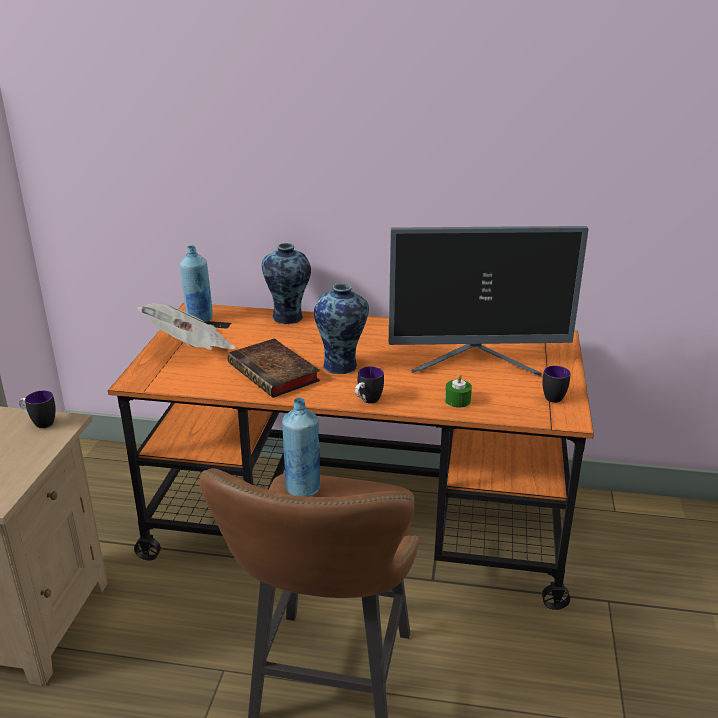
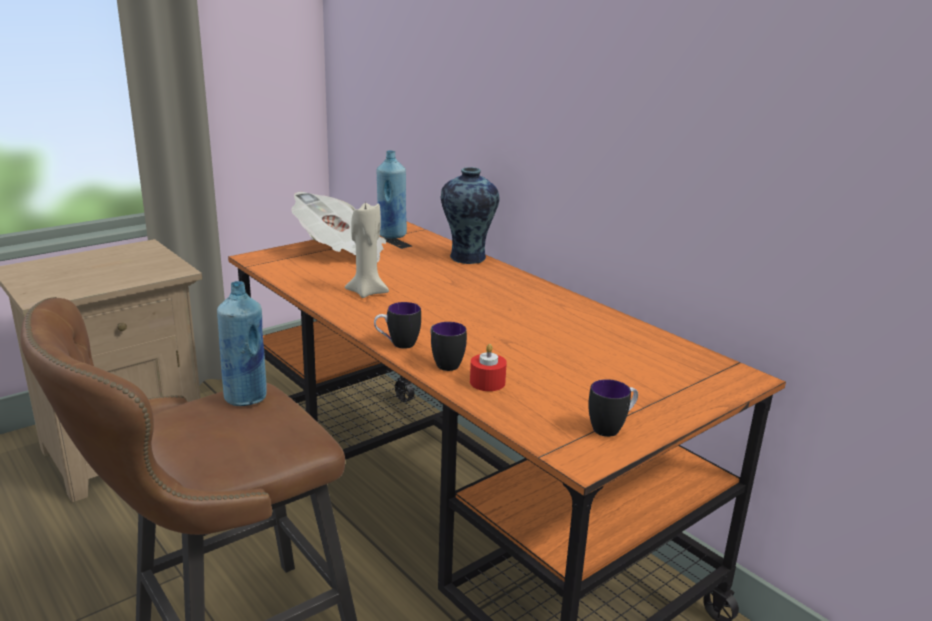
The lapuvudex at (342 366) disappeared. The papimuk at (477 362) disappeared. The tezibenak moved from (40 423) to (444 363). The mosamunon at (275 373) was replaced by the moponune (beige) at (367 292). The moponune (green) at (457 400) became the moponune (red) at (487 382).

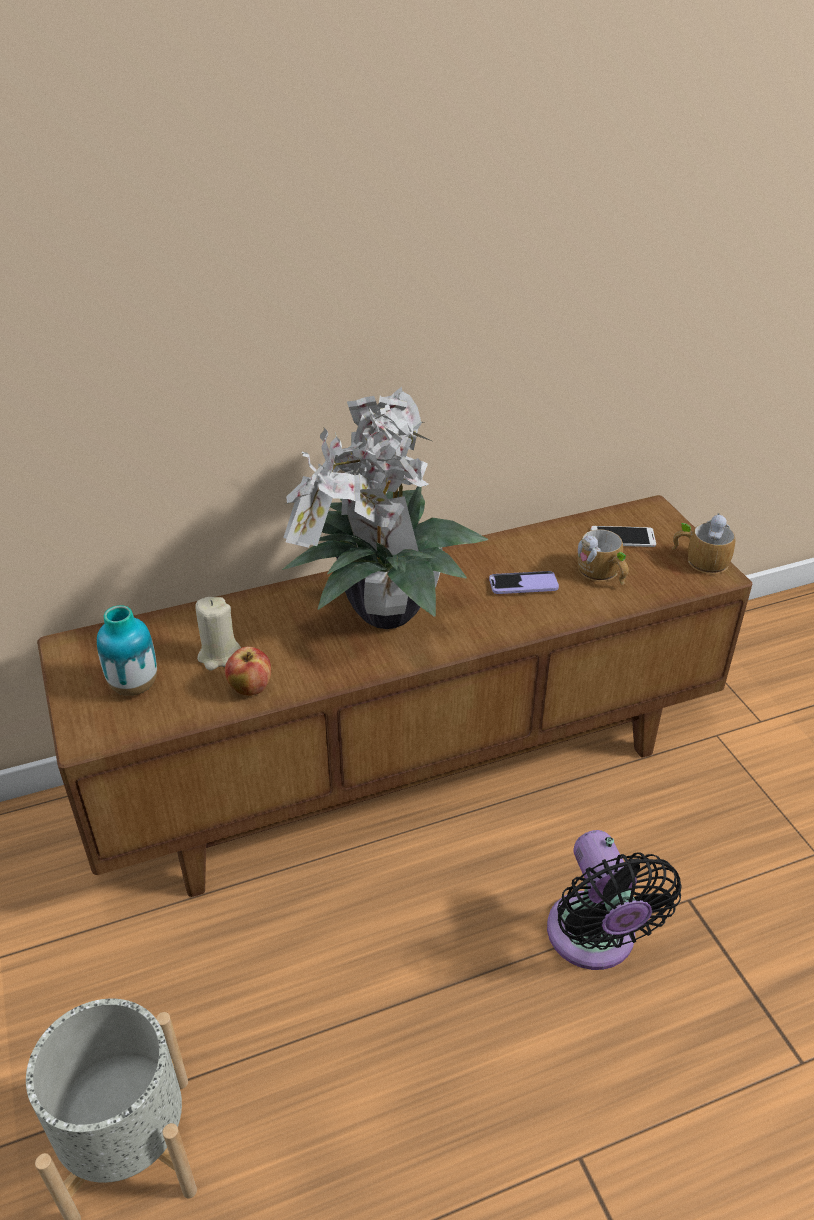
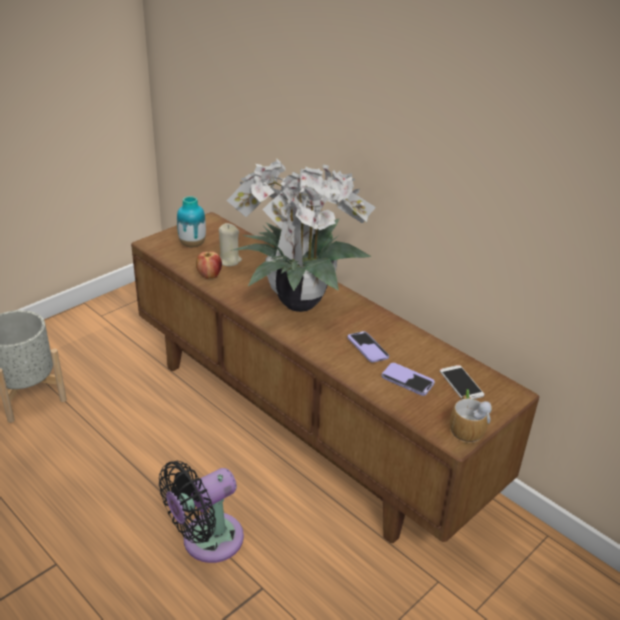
The tezibenak at (602 574) was replaced by the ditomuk at (407 380).

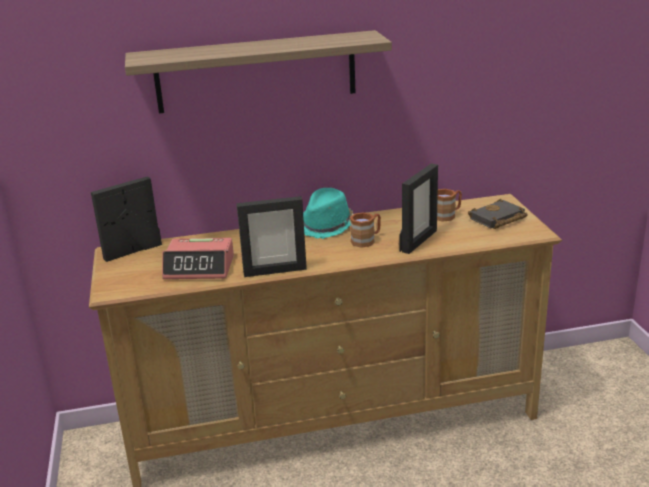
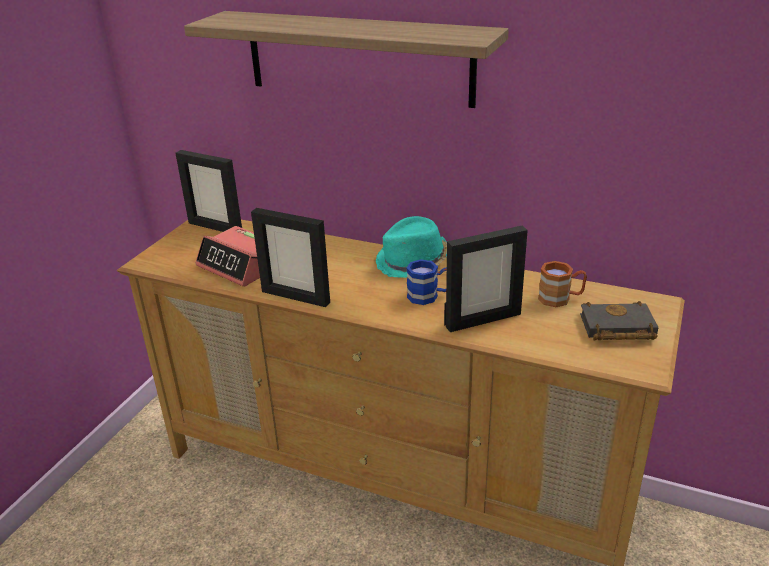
The tezibenak (brown) at (366 240) became the tezibenak (blue) at (429 296). The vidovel at (133 251) turned 150 degrees counterclockwise.

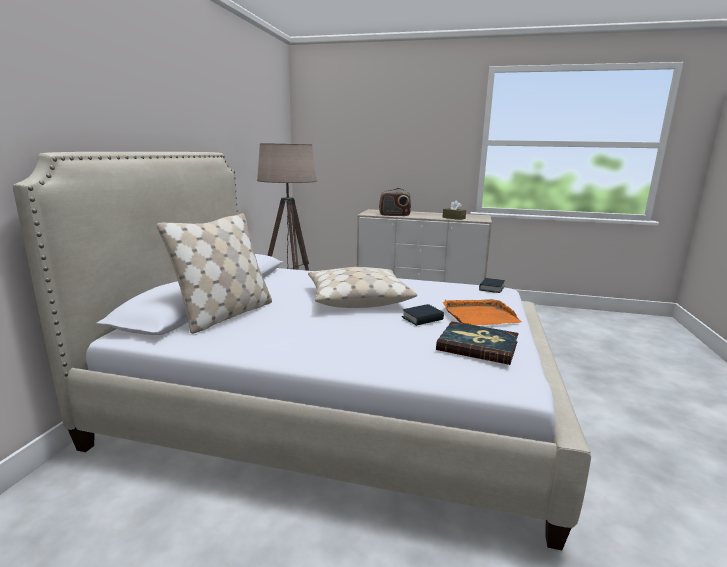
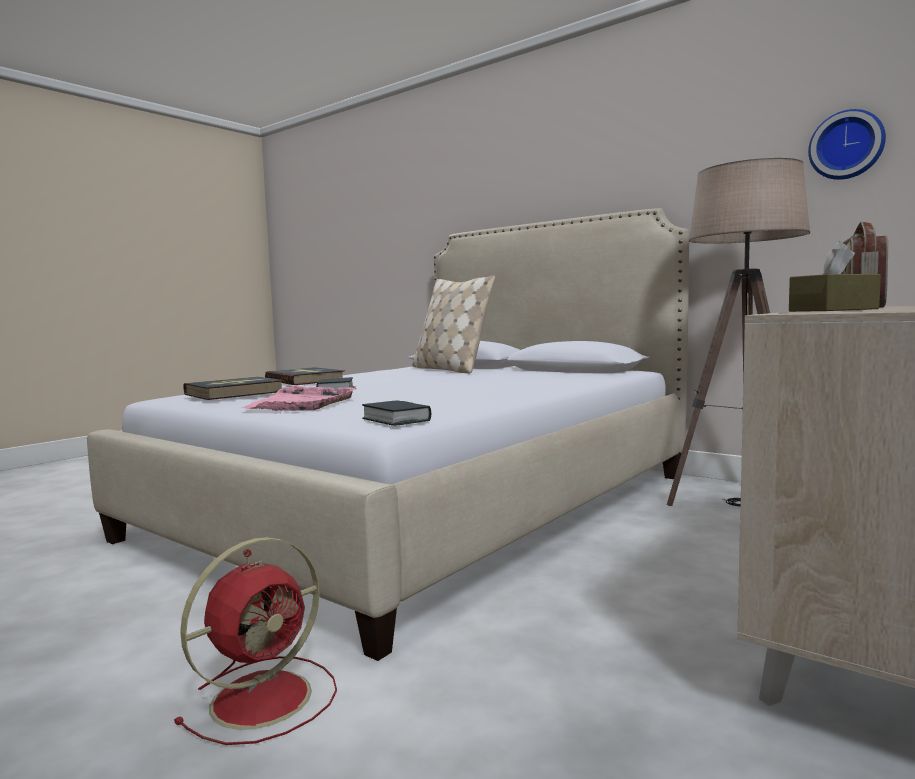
The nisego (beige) at (357 298) disappeared. The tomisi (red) at (265 697) appeared. The mosamunon at (305 380) appeared. The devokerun at (846 146) appeared. The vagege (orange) at (479 315) became the vagege (pink) at (301 403).

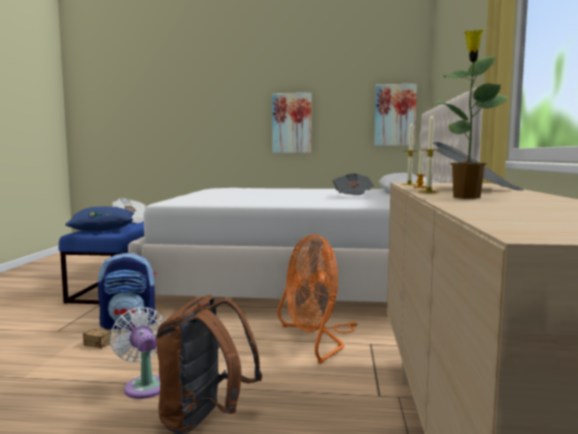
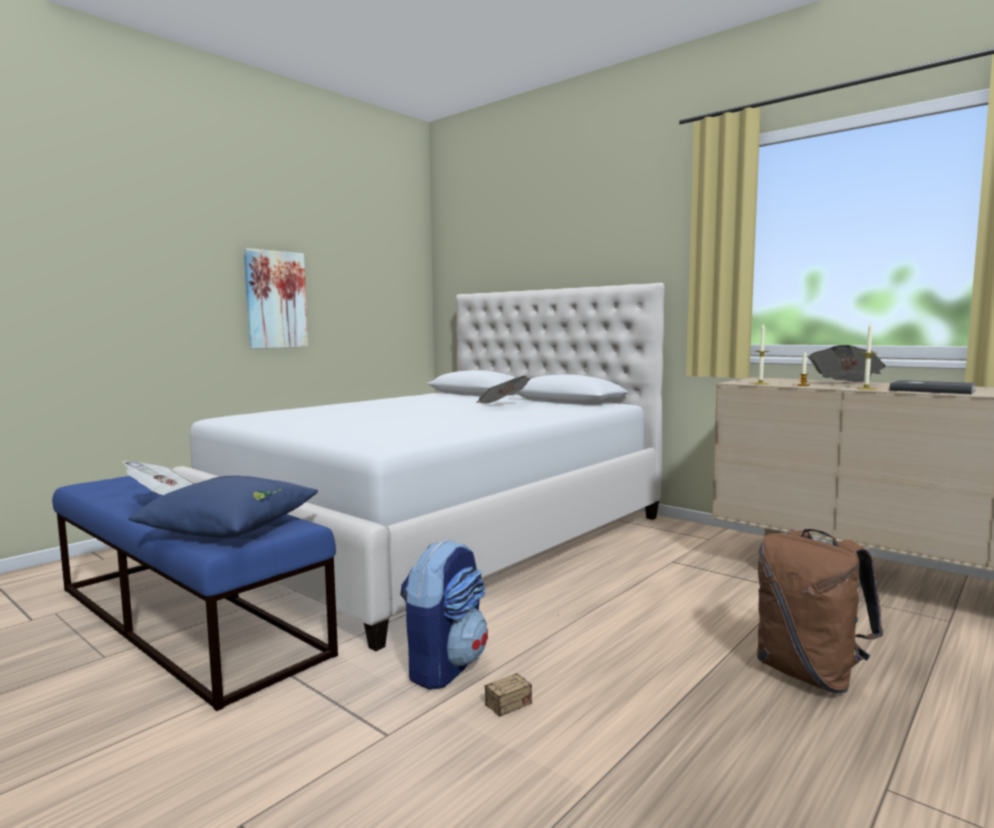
The tomisi (white) at (144 385) disappeared. The tomisi (orange) at (317 339) disappeared. The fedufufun at (395 115) disappeared. The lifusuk at (466 197) was replaced by the mosamunon (grey) at (931 390).

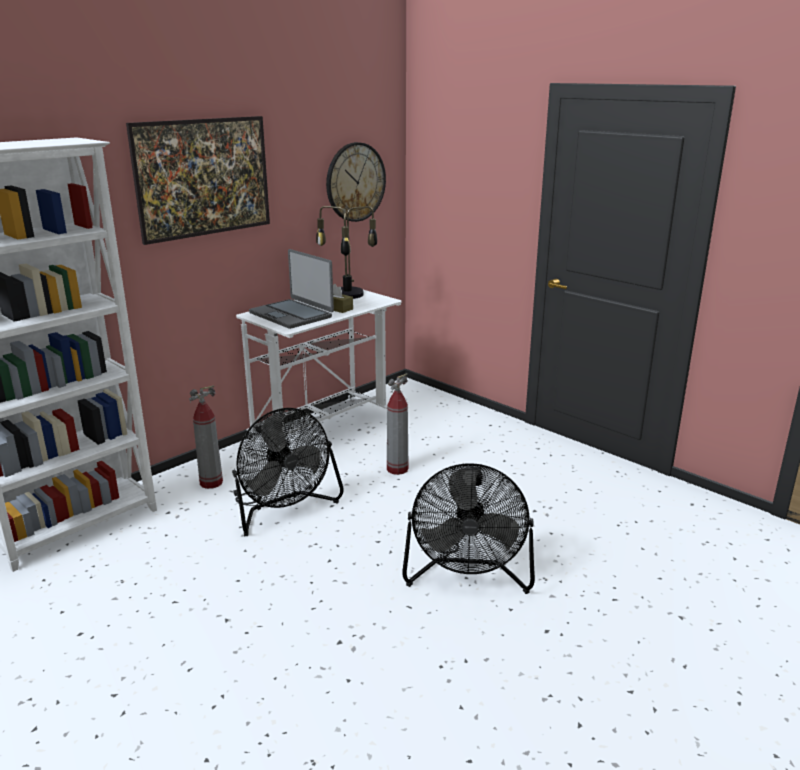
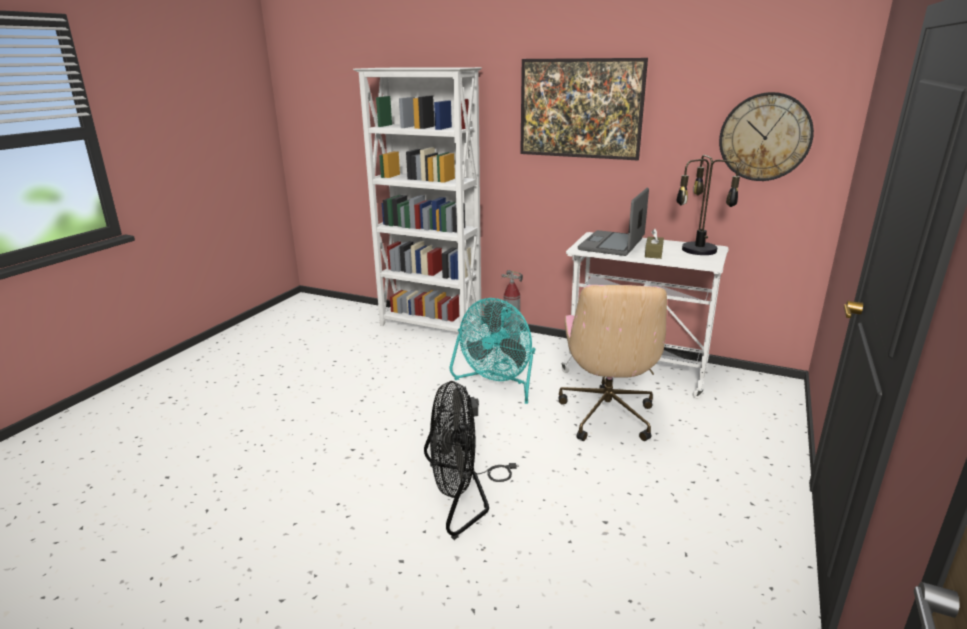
The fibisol at (397 469) was replaced by the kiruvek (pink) at (606 419). The tomisi (black) at (279 510) became the tomisi (turquoise) at (497 382).

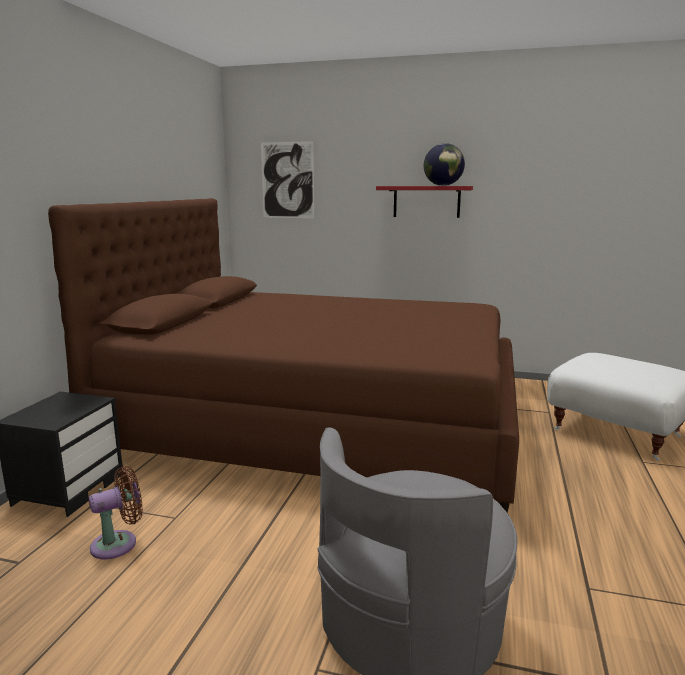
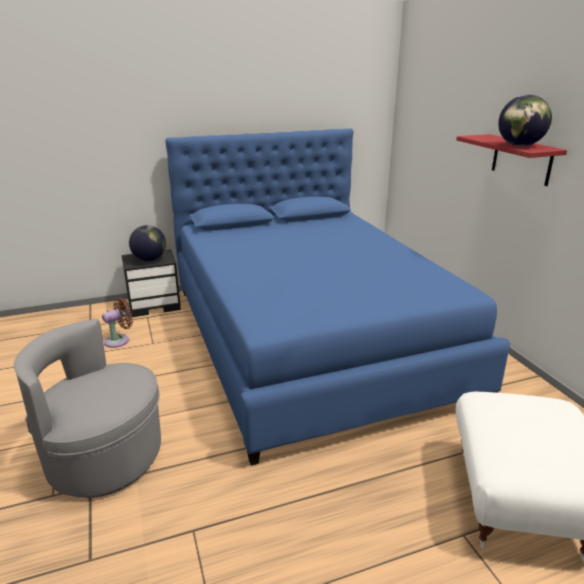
The fedufufun at (287 180) disappeared. The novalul at (149 259) appeared. The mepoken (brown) at (319 425) became the mepoken (blue) at (310 338). The tomisi (brown) at (119 543) turned 60 degrees counterclockwise.

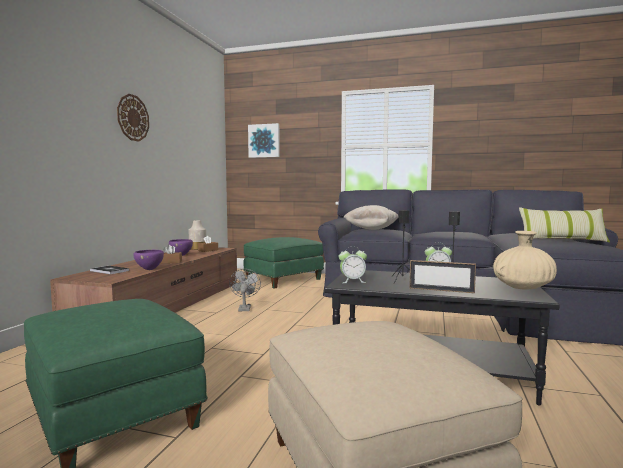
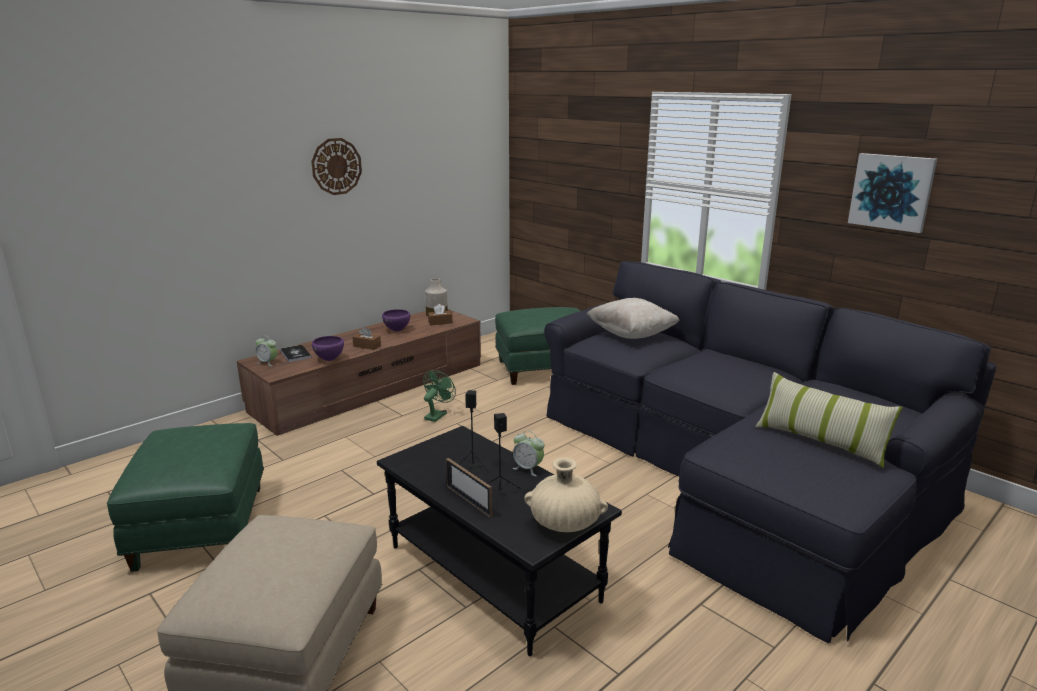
The fedufufun moved from (264 141) to (891 192). The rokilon moved from (352 281) to (268 362). The tomisi (grey) at (244 308) became the tomisi (green) at (437 415).

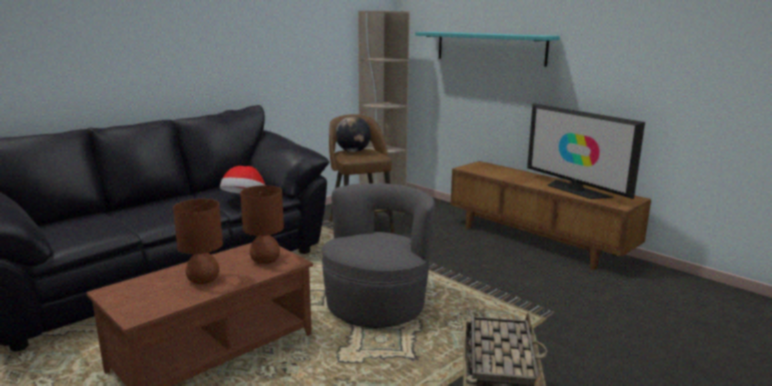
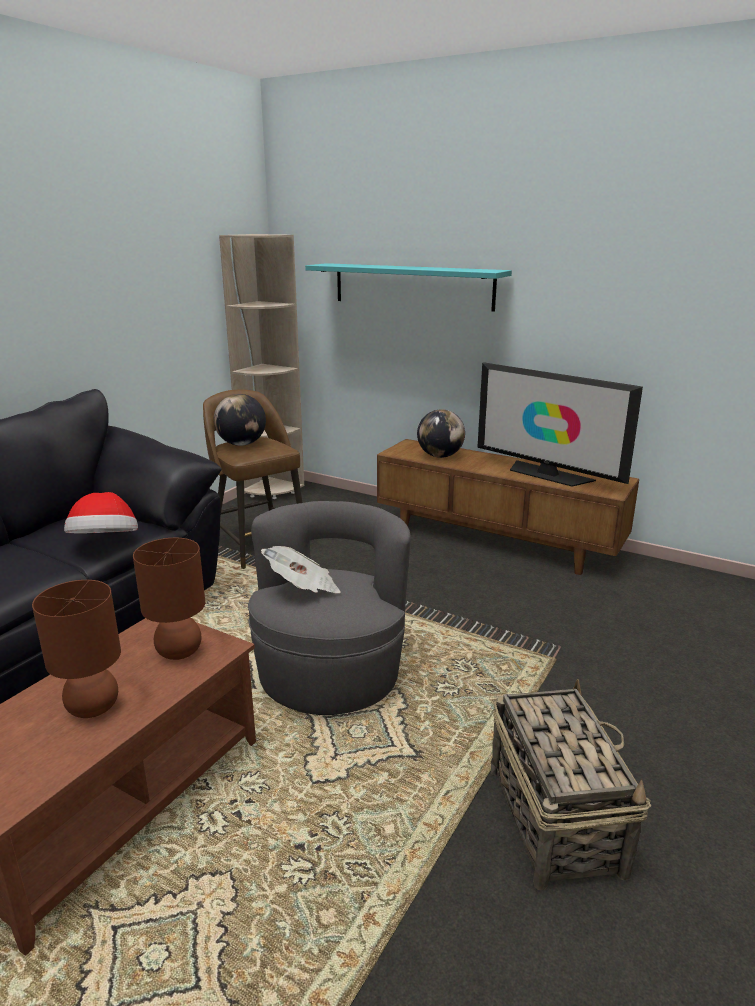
The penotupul at (303 588) appeared. The novalul at (440 456) appeared.

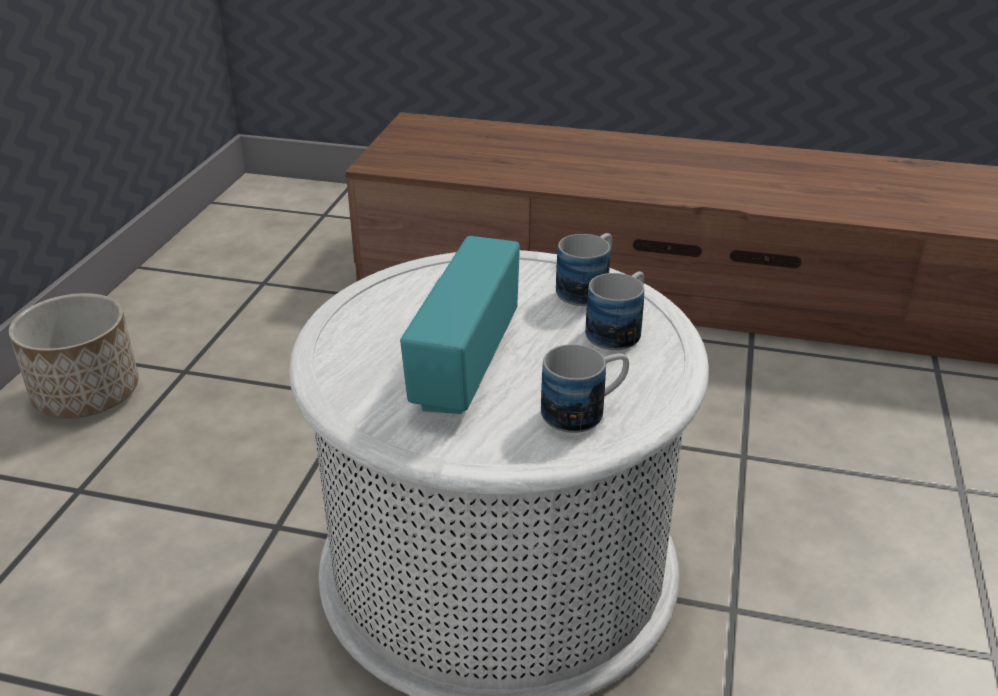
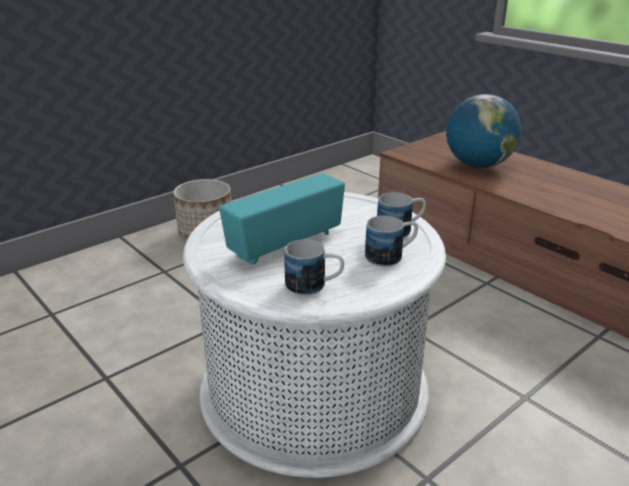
The novalul at (478 165) appeared.

